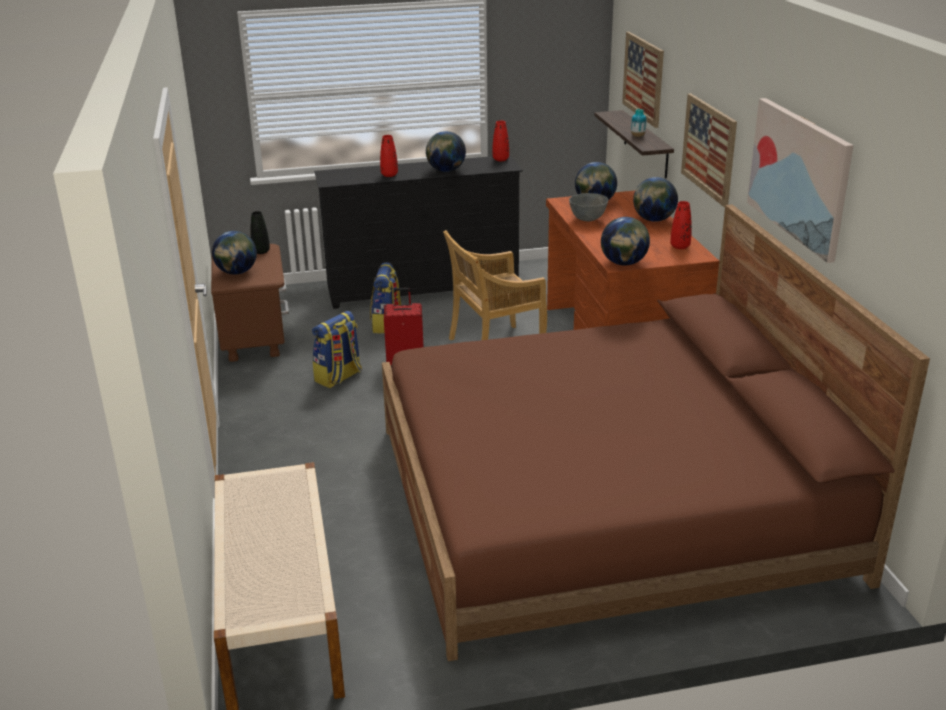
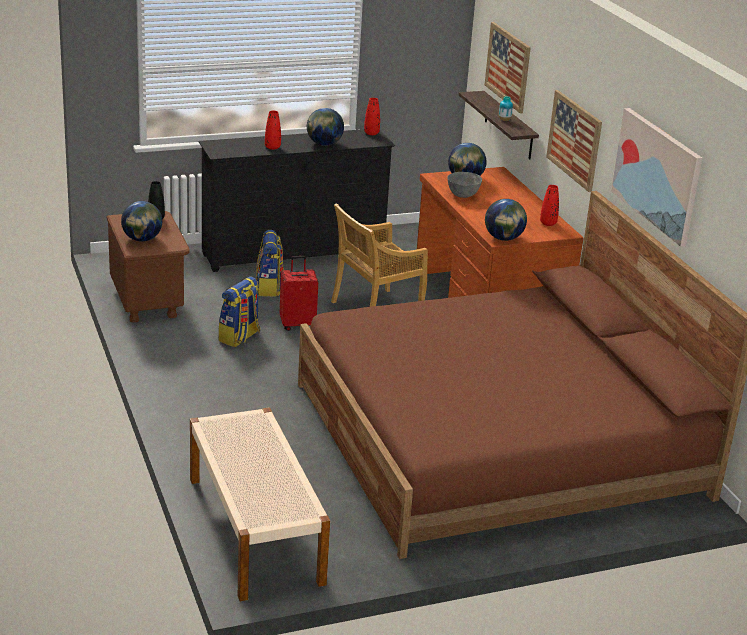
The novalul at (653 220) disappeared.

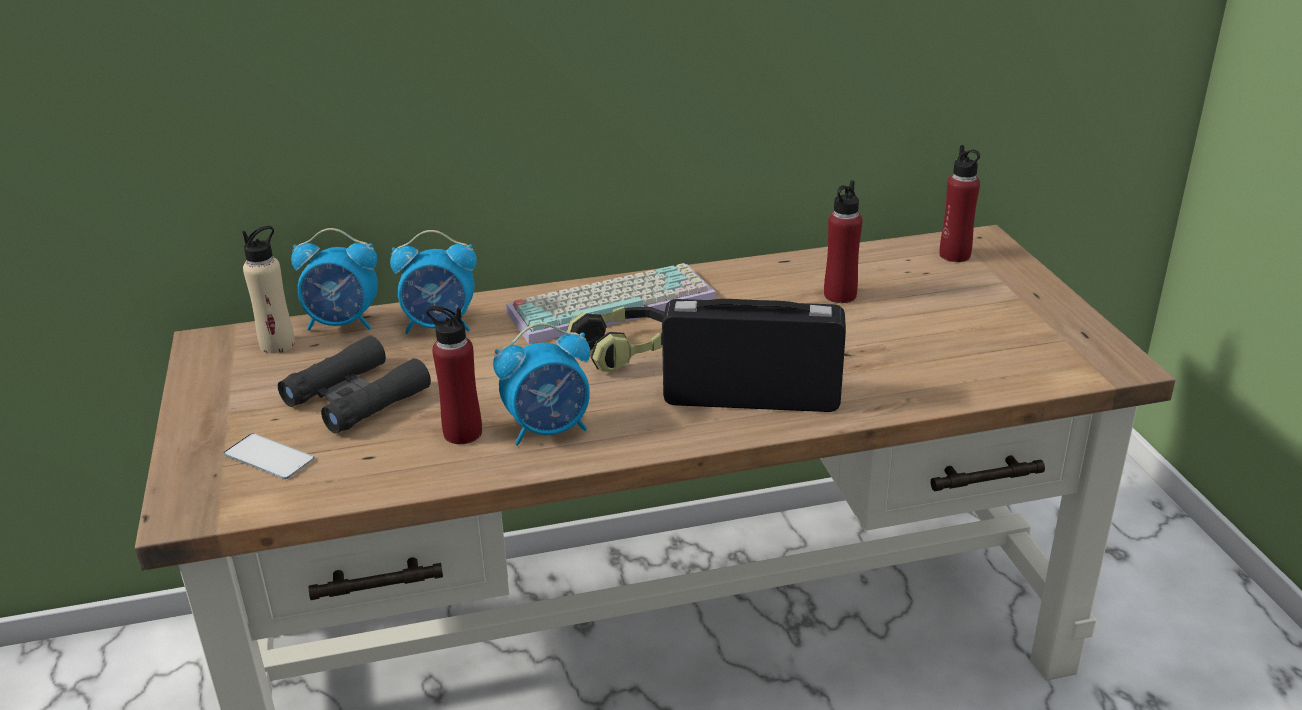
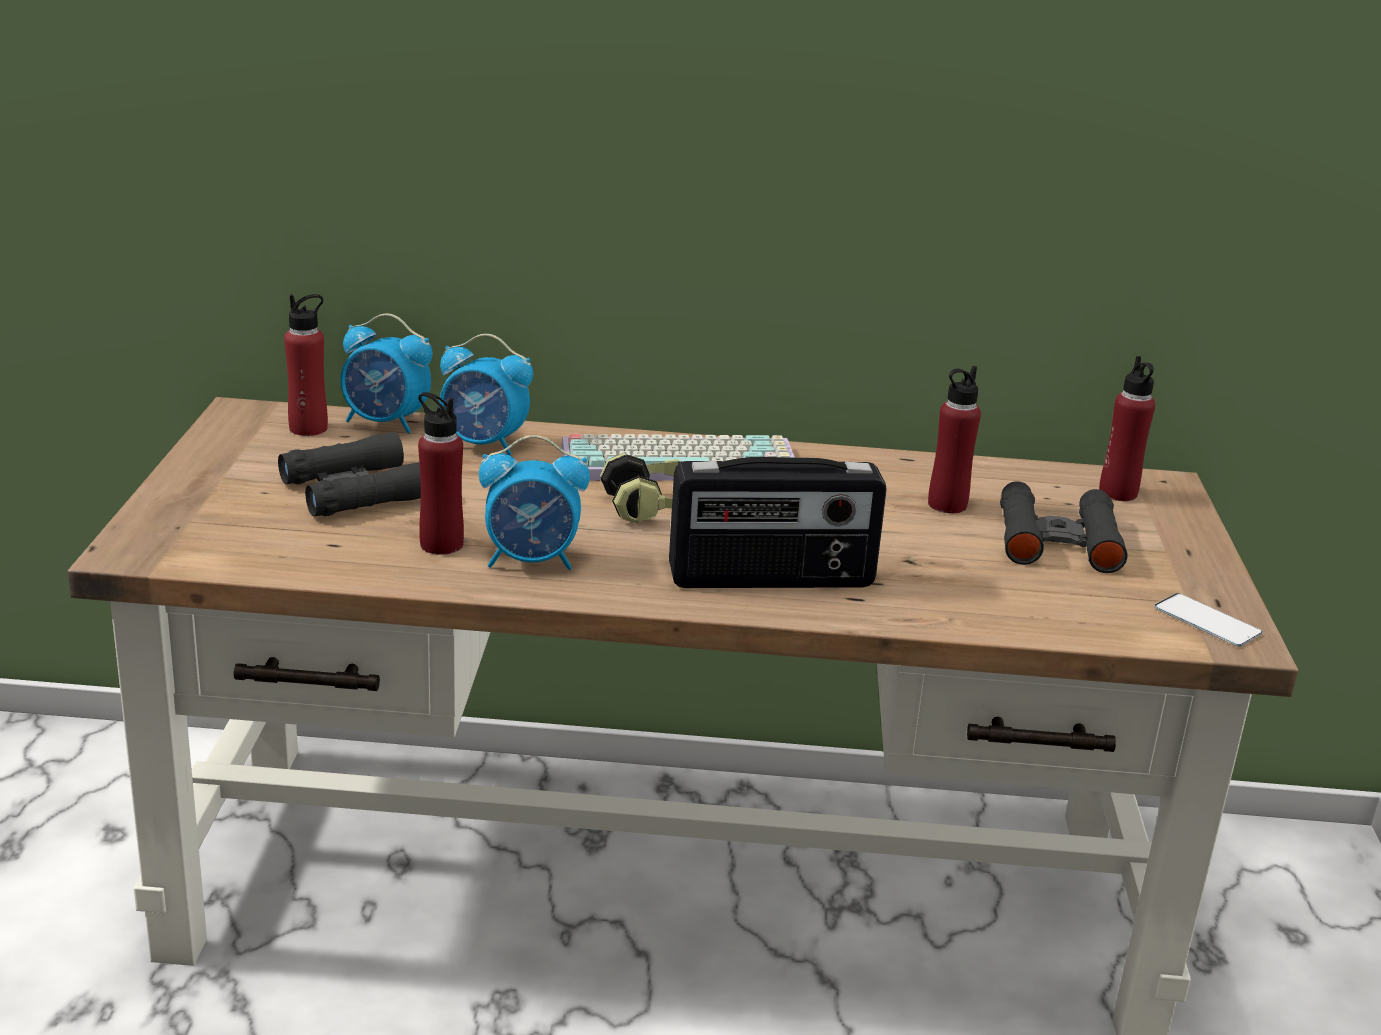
The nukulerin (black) at (1057 541) appeared. The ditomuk moved from (269 457) to (1207 621). The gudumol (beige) at (277 344) became the gudumol (red) at (308 428). The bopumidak at (751 398) turned 150 degrees clockwise.

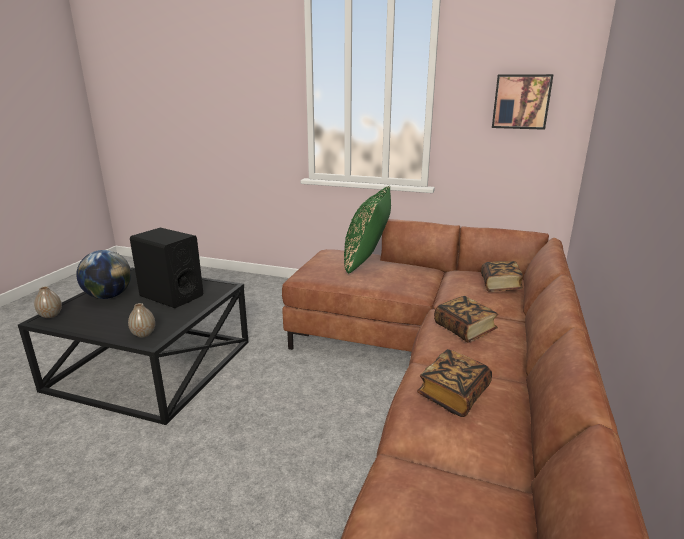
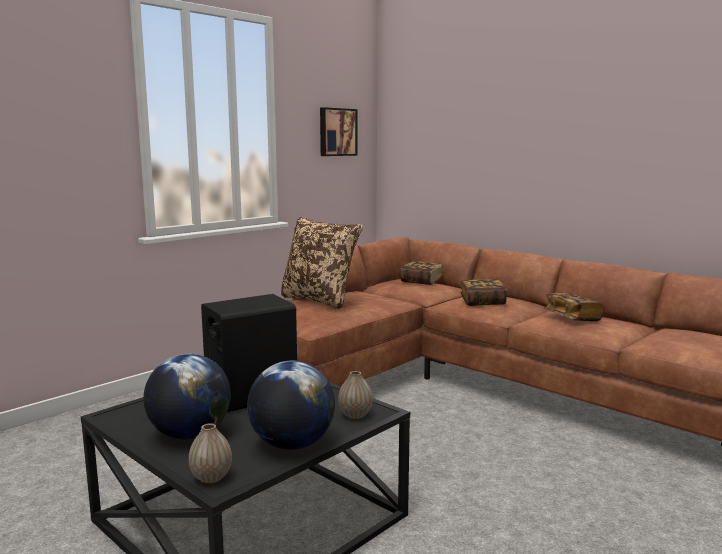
The novalul at (292 444) appeared. The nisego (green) at (366 264) became the nisego (brown) at (319 302).

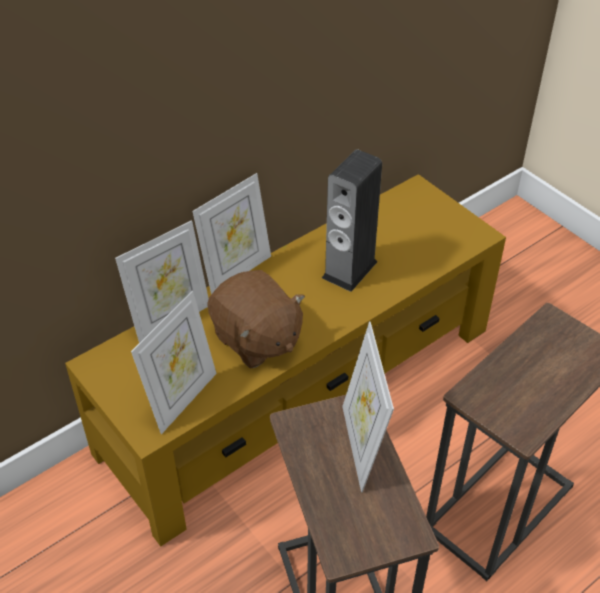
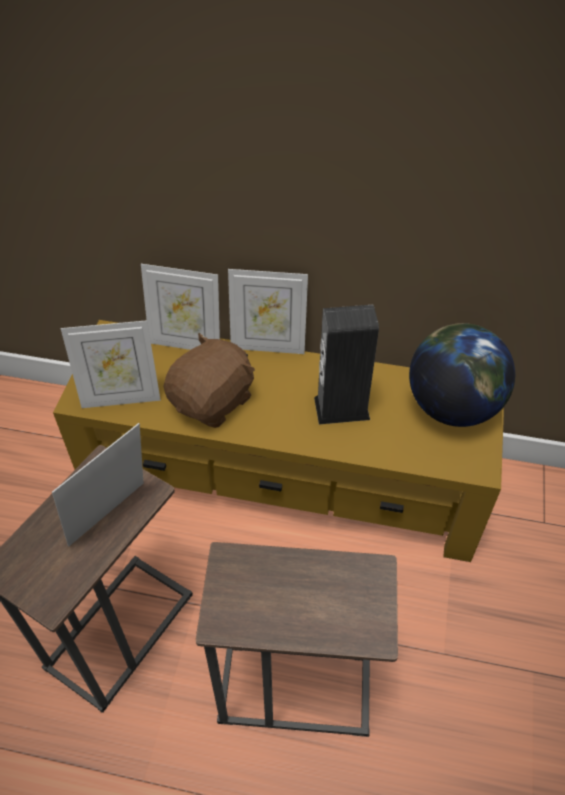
The novalul at (452 406) appeared. The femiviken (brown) at (256 339) turned 150 degrees counterclockwise.

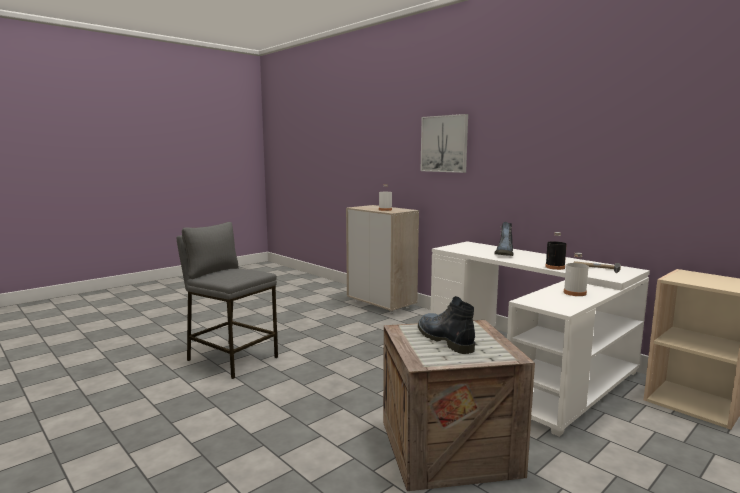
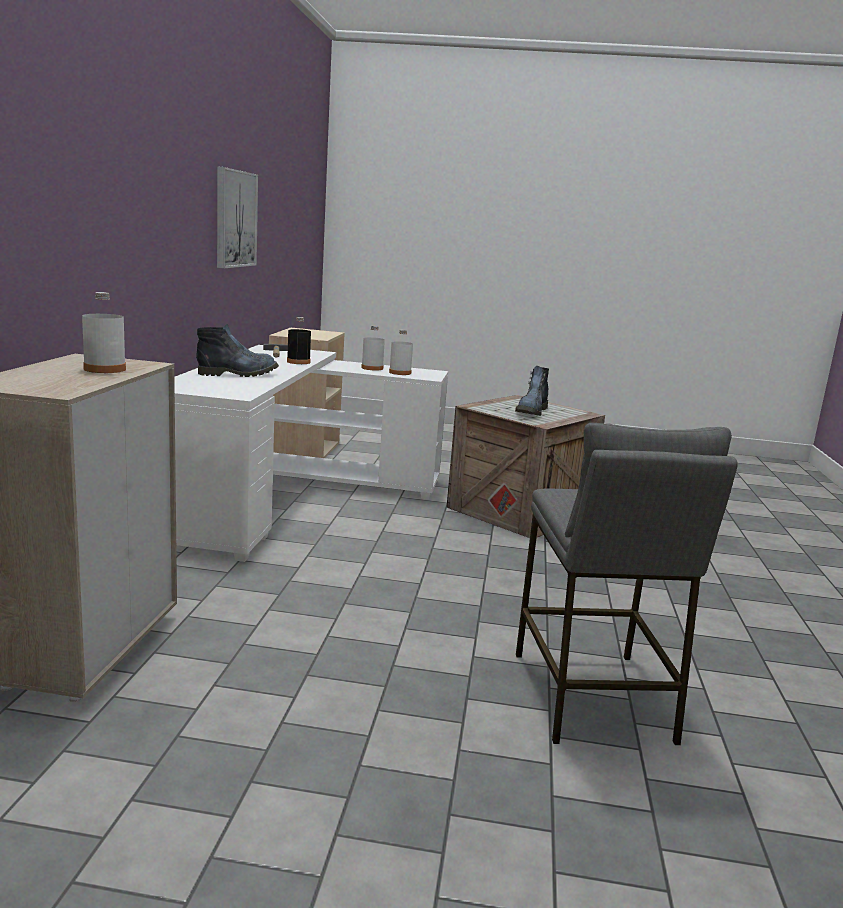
The gudumol (white) at (400 373) appeared. The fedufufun moved from (444 144) to (235 219).

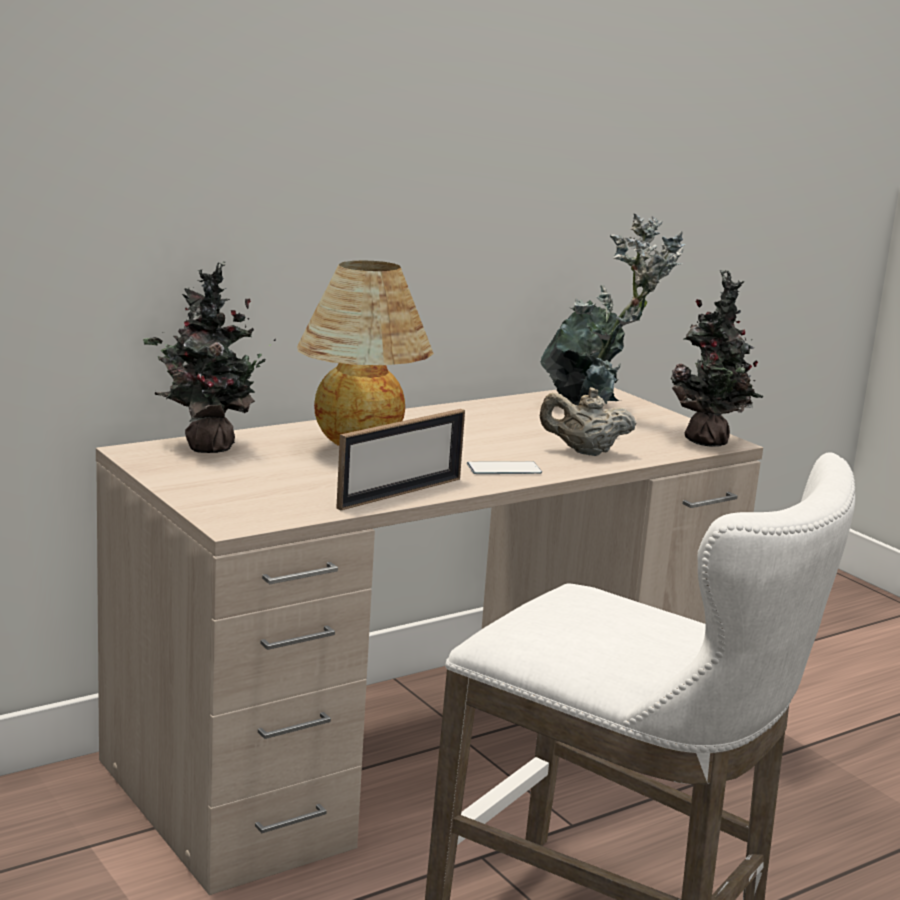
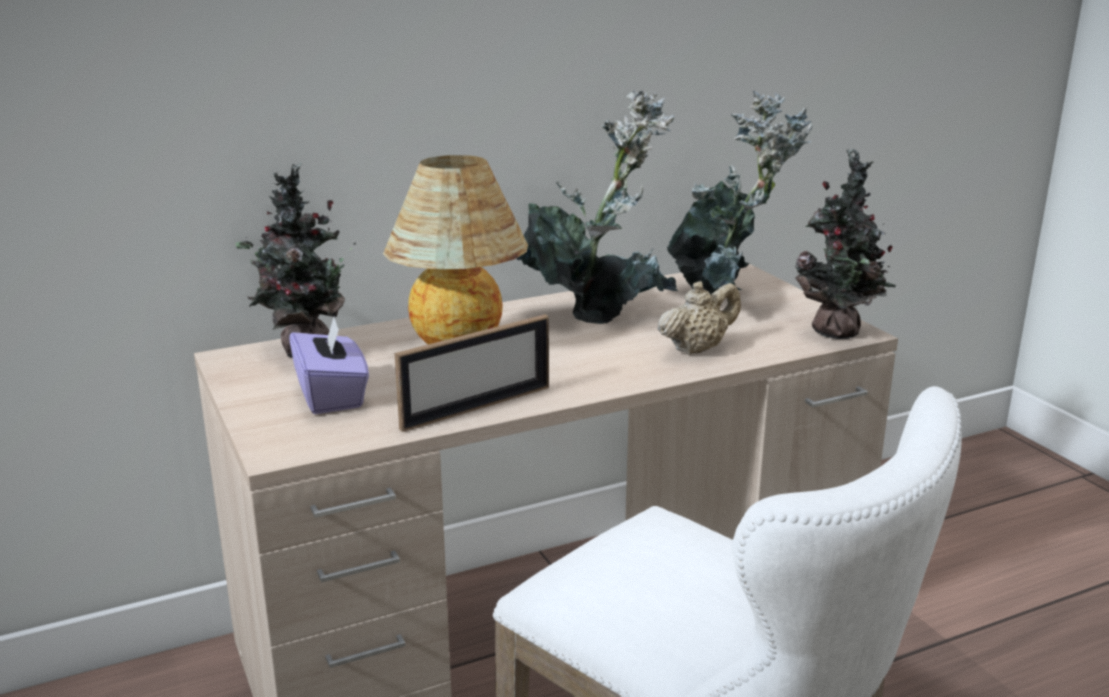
The ditomuk at (504 469) disappeared. The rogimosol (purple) at (332 395) appeared. The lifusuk at (599 313) appeared. The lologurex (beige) at (584 452) turned 135 degrees clockwise.

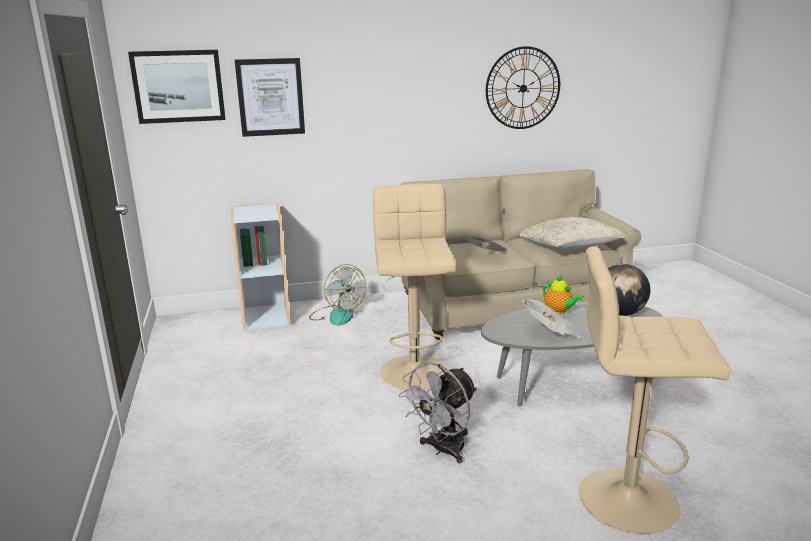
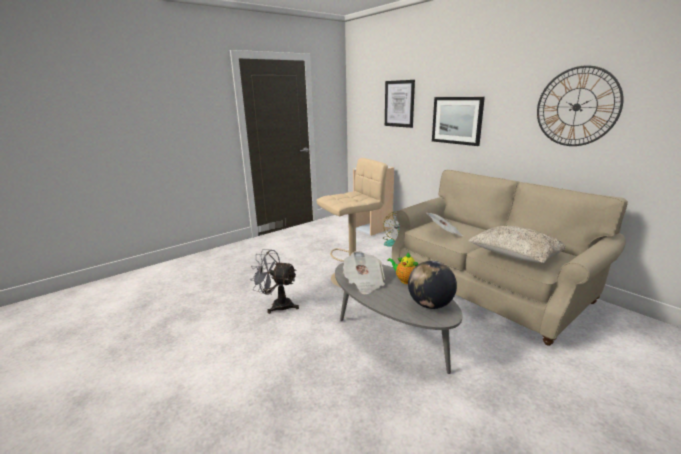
The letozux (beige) at (626 498) disappeared. The fedufufun moved from (178 86) to (457 120). The lologurex at (559 311) turned 105 degrees clockwise.

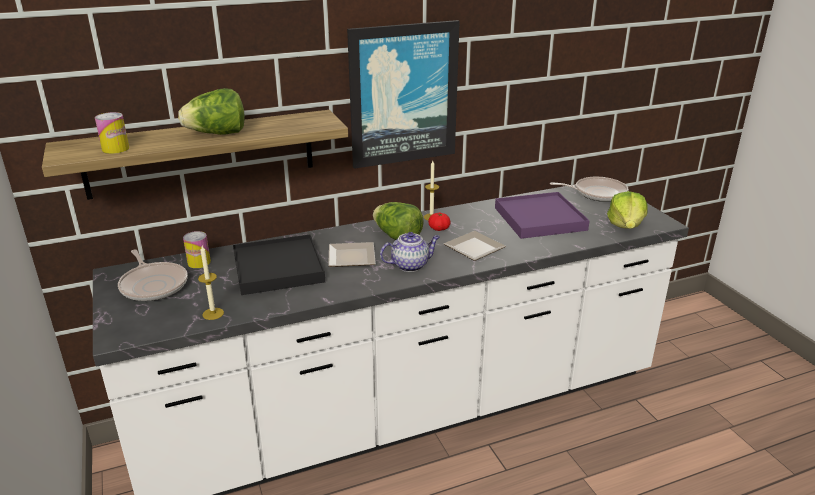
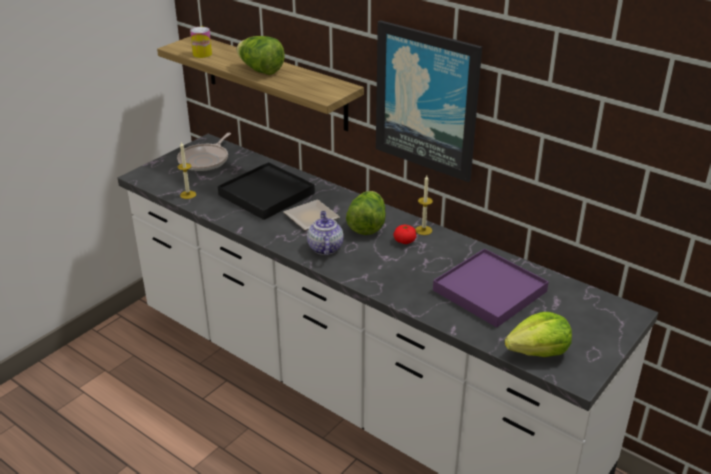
The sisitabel at (199 262) disappeared. The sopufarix at (474 249) disappeared. The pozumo at (597 193) disappeared. The lologurex at (410 265) turned 135 degrees counterclockwise.

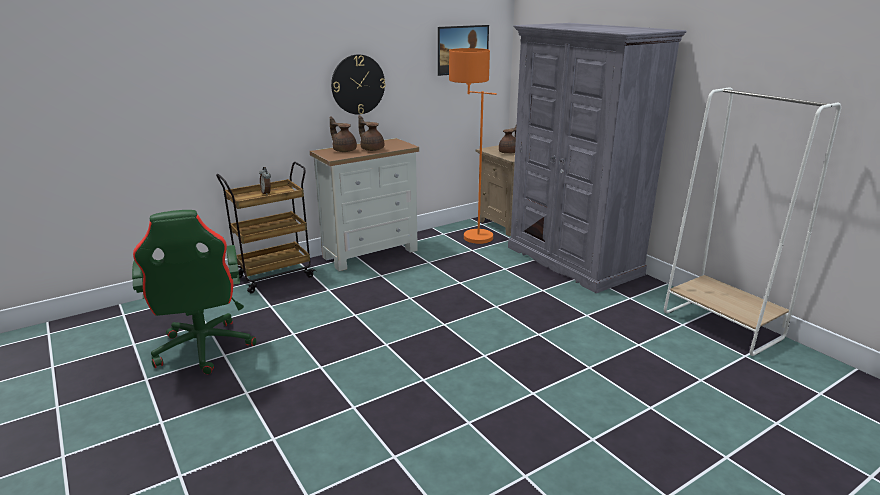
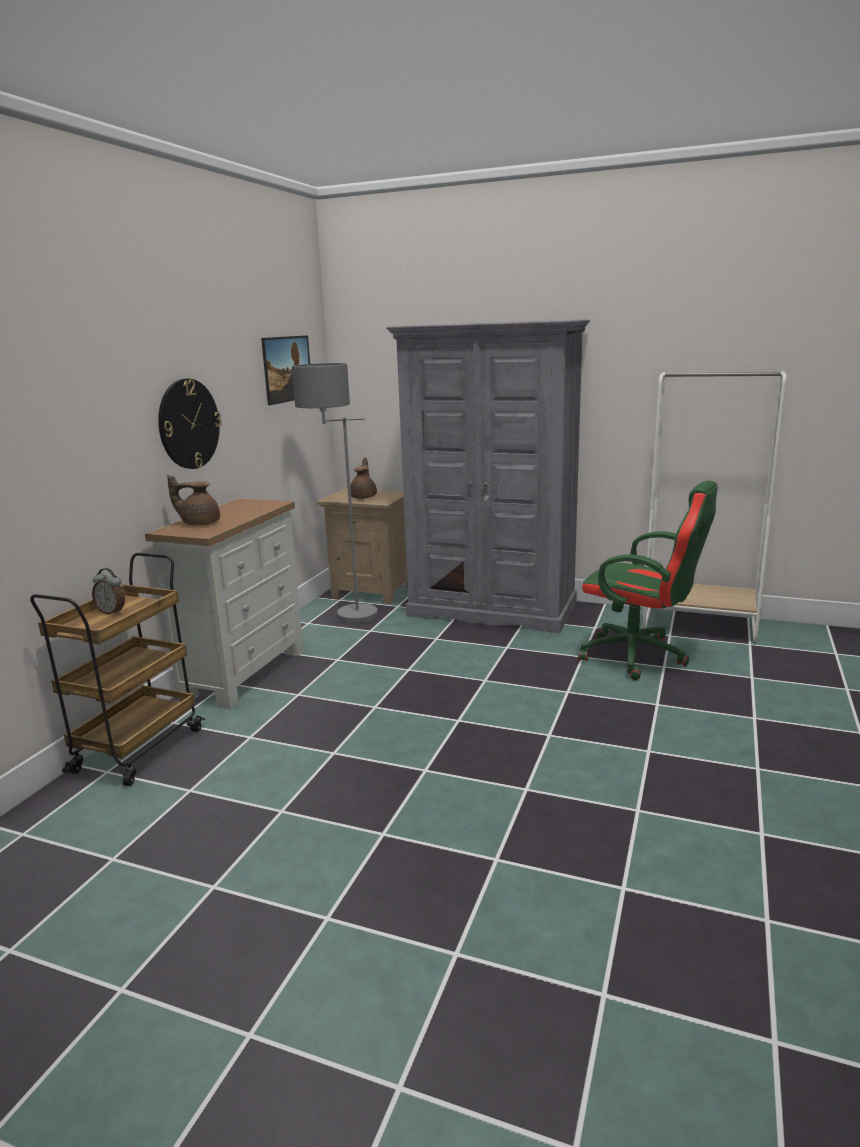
The lologurex (brown) at (371 149) disappeared. The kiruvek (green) moved from (203 353) to (640 658). The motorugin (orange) at (470 236) became the motorugin (grey) at (345 616).

